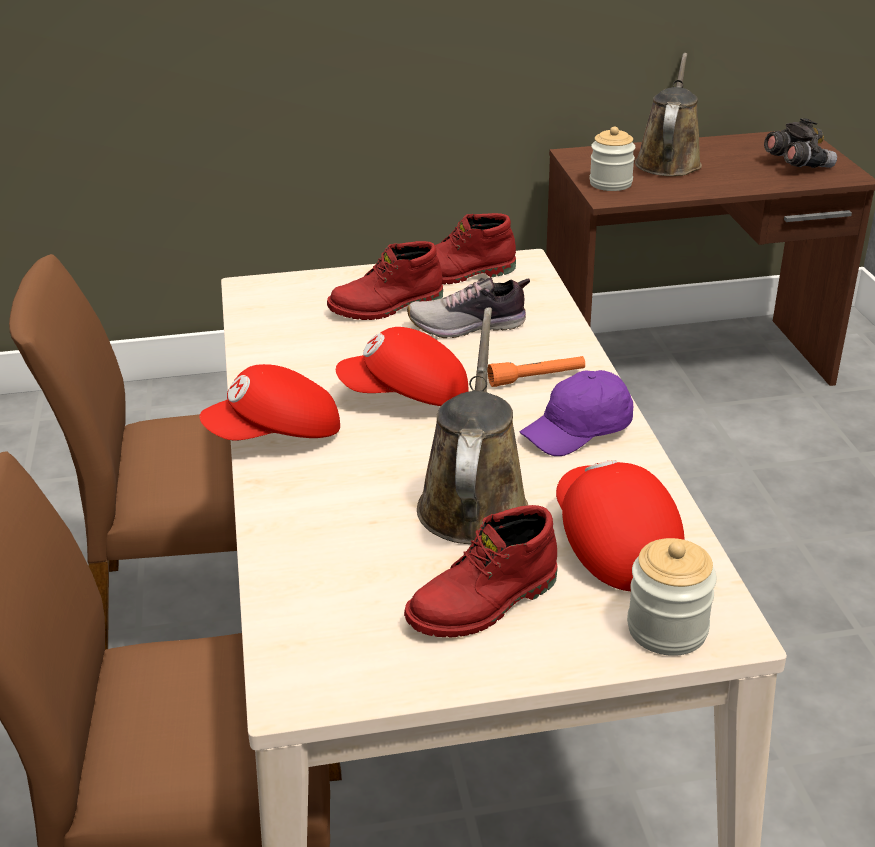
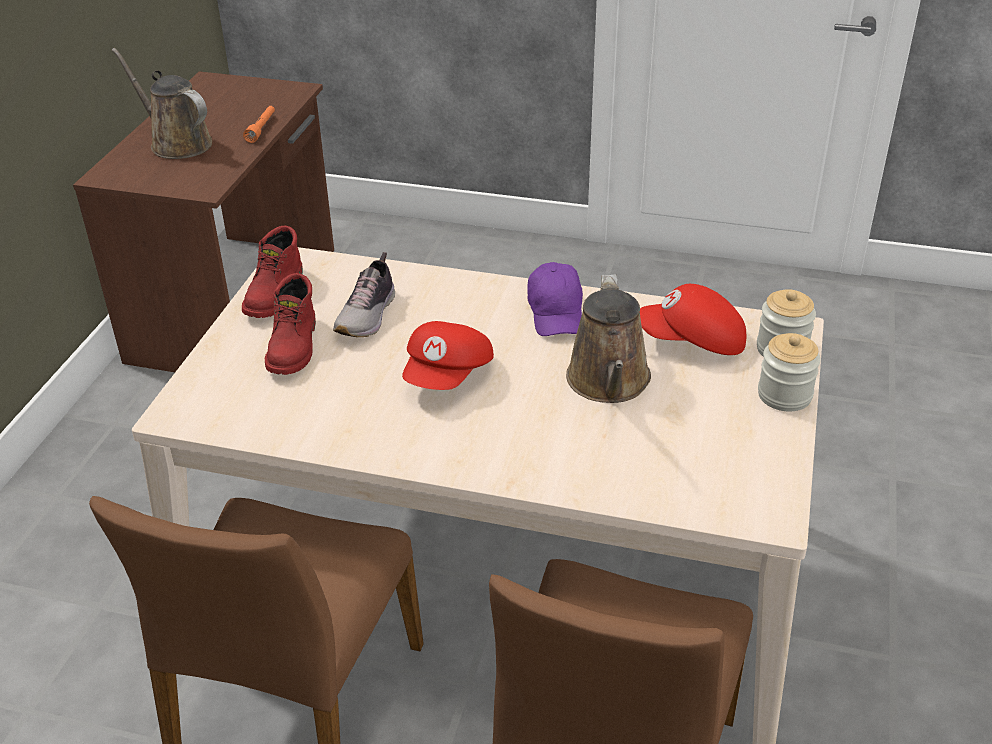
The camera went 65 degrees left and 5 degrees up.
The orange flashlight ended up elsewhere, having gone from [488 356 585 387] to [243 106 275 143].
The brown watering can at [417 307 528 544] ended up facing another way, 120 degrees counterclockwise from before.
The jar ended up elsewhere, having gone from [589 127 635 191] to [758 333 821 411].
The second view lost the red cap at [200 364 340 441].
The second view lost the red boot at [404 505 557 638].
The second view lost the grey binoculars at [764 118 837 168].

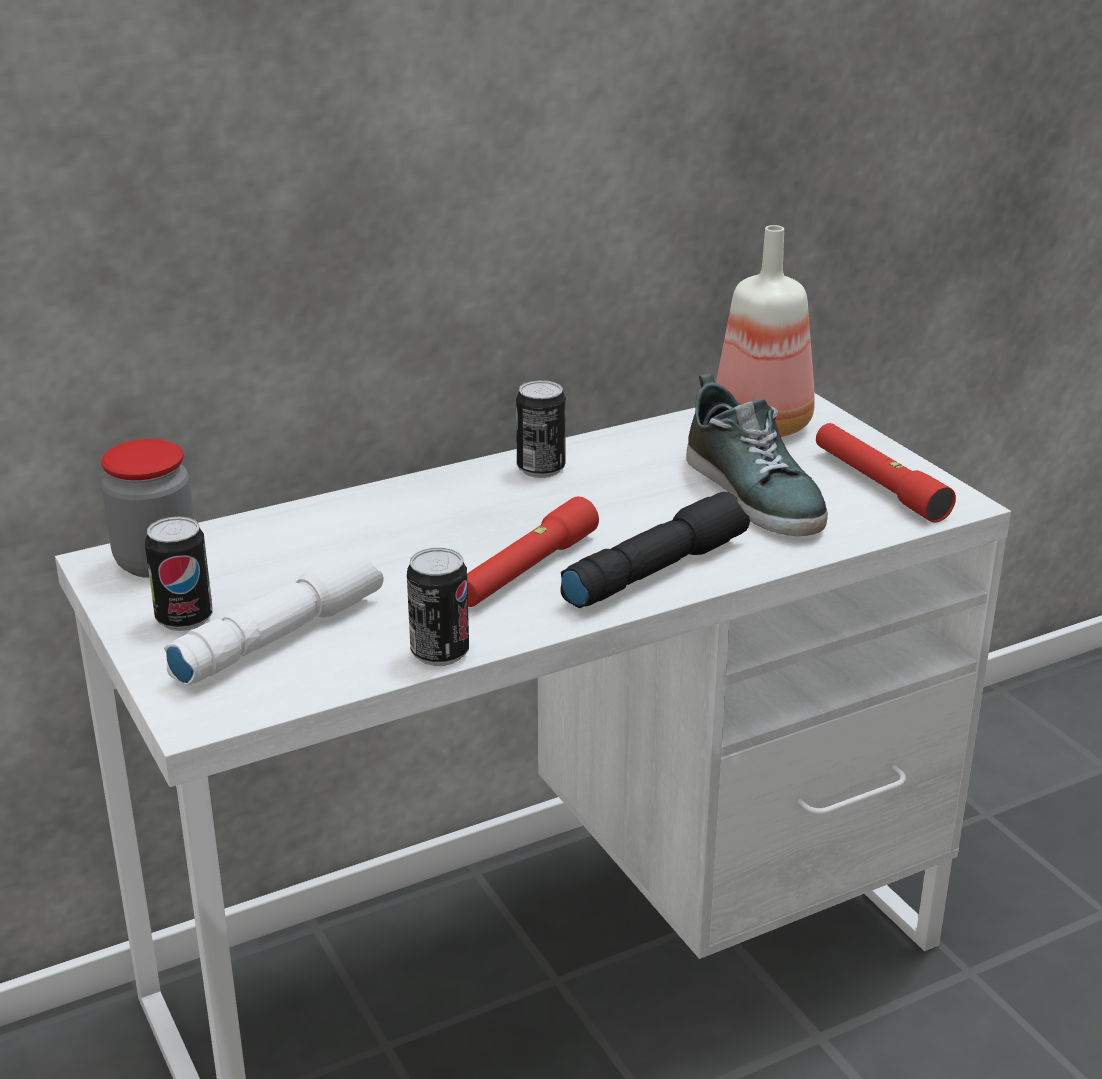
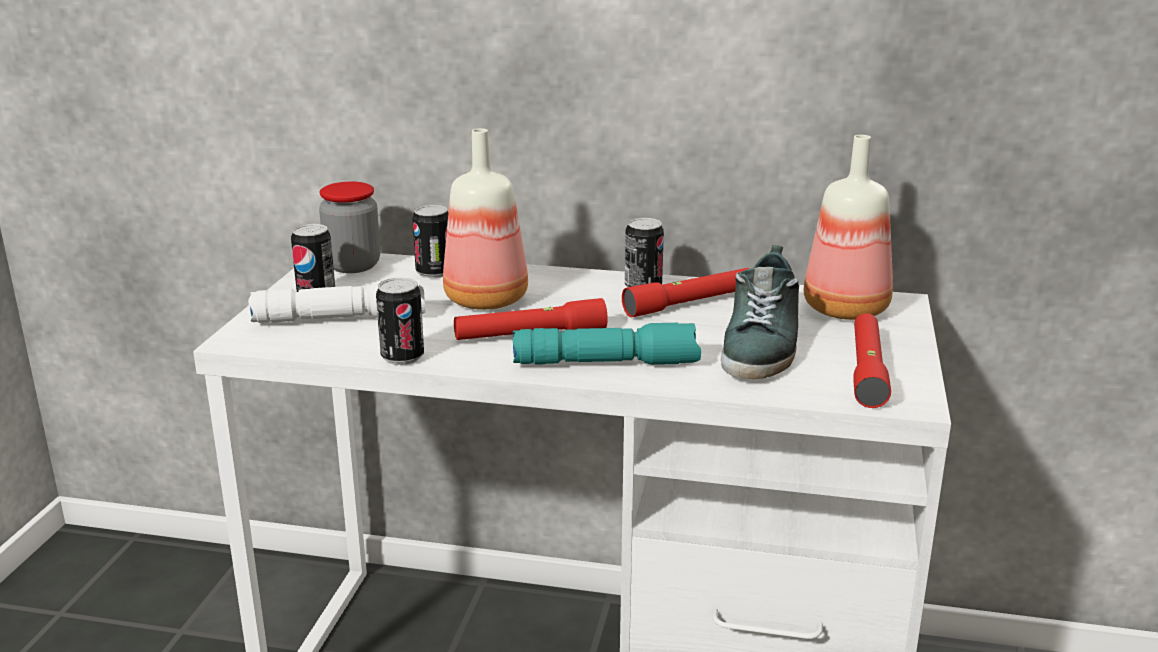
The camera went 40 degrees right and 5 degrees down.
The second view gained the can at [412 205 448 278].
The second view gained the bottle at [443 128 528 310].
What was the black flashlight at [561 492 750 608] turned into the turquoise flashlight at [513 323 701 365].
The second view gained the red flashlight at [622 268 750 317].

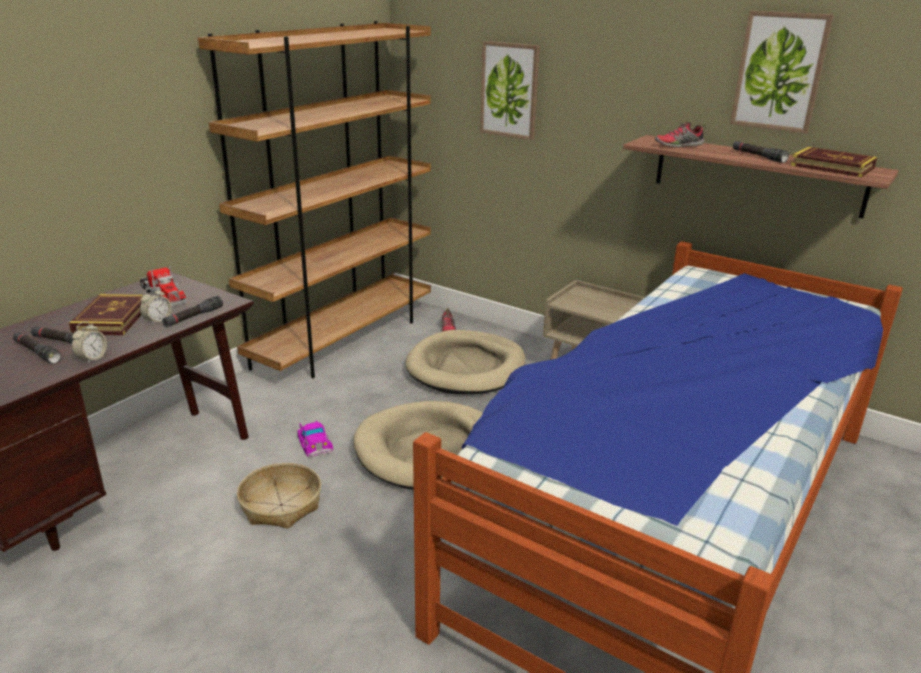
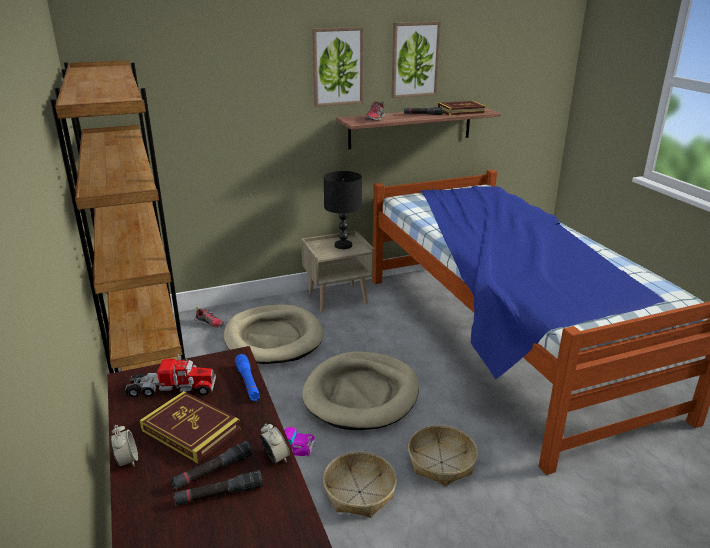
The camera went 55 degrees left and 0 degrees up.
The alarm clock ended up elsewhere, having gone from [140 287 172 325] to [110 425 138 467].
What was the black flashlight at [162 296 223 327] turned into the blue flashlight at [235 354 260 401].
The picture ended up elsewhere, having gone from [480 41 540 140] to [312 27 363 107].
The second view gained the black table lamp at [324 171 362 249].
The second view gained the basket at [408 425 478 486].

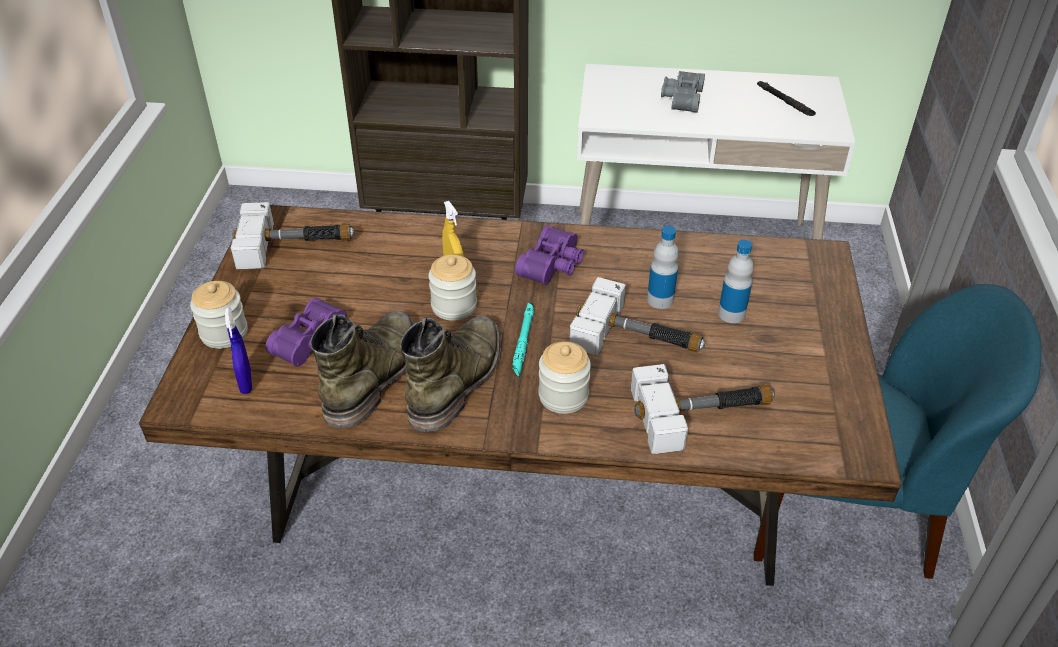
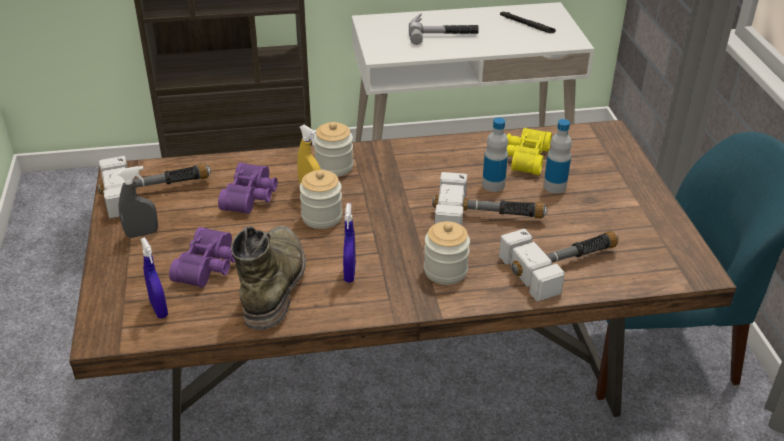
The camera went 15 degrees left and 5 degrees down.
The second view gained the grey spray bottle at [118 166 158 238].
The purple binoculars ended up elsewhere, having gone from [515 225 584 285] to [218 163 278 214].
The jar ended up elsewhere, having gone from [190 281 248 349] to [314 122 353 177].
Where the green boot stood at [400 316 501 432], the blue spray bottle came to stand at [343 203 356 283].
Where the grey binoculars stood at [661 71 705 113], the hammer came to stand at [409 14 479 45].
The second view gained the yellow binoculars at [507 128 552 175].
The second view lost the turquoise flashlight at [512 303 534 377].

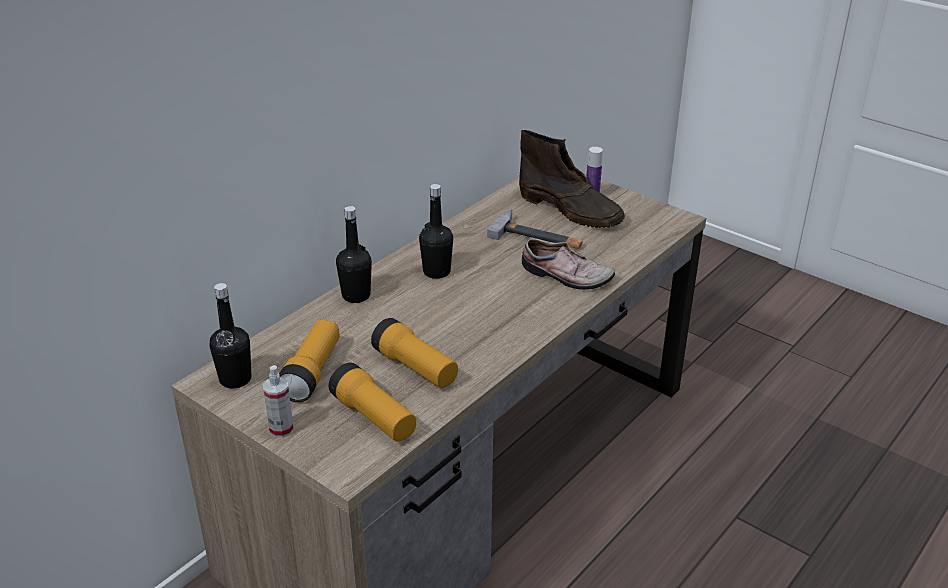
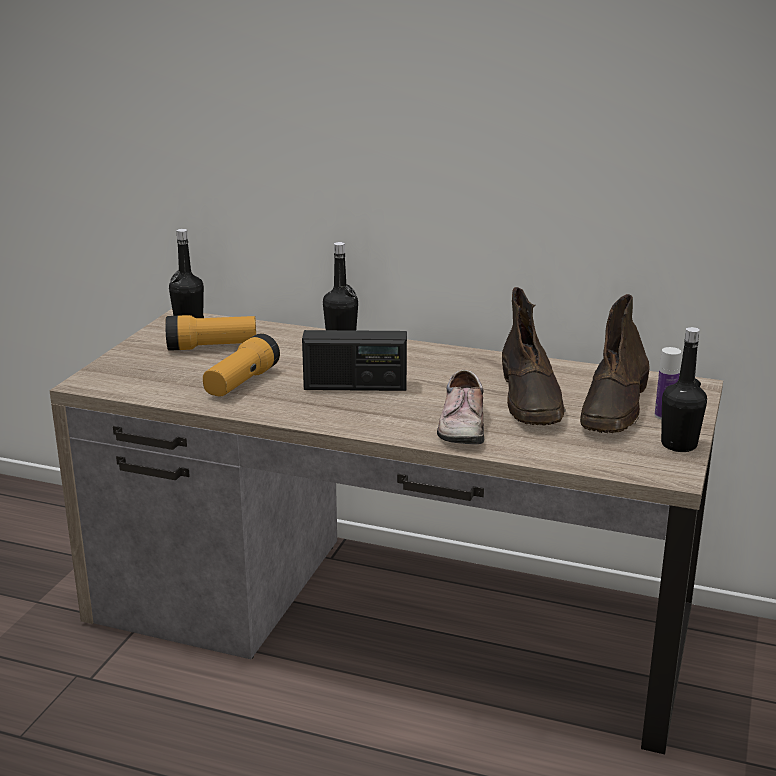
The camera went 70 degrees right and 10 degrees down.
The second view gained the radio at [302 330 407 391].
Where the hammer stood at [487 210 583 249], the brown boot came to stand at [502 287 566 425].
The black bottle ended up elsewhere, having gone from [419 184 453 279] to [661 327 707 452].
The second view lost the spray bottle at [263 365 294 438].
The second view lost the flashlight at [329 363 416 442].

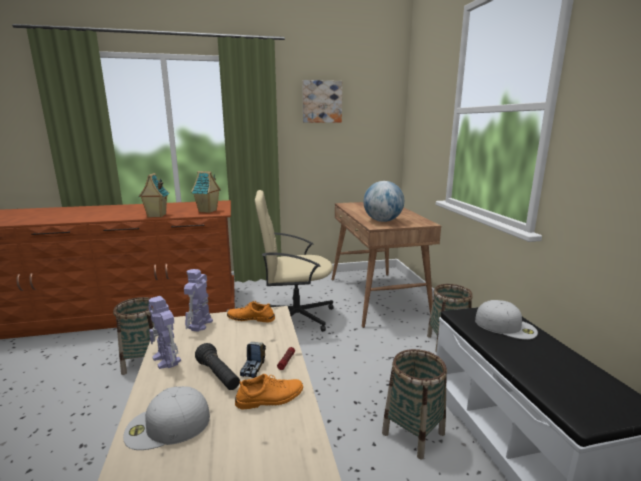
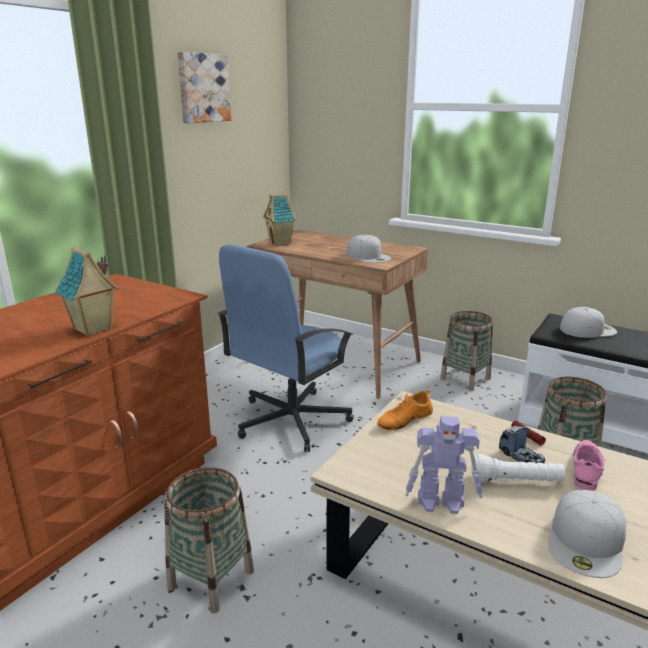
The camera went 45 degrees left and 5 degrees up.
What was the beige office chair at [255 190 334 332] turned into the blue office chair at [218 244 354 452].
The toy house ended up elsewhere, having gone from [191 171 221 213] to [263 193 296 246].
Where the globe stood at [363 181 404 222], the white cap came to stand at [346 235 391 263].
What was the black flashlight at [195 343 240 390] turned into the white flashlight at [472 454 565 483].
What was the orange shoe at [235 374 303 410] turned into the pink shoe at [573 440 606 490].
The second view lost the toy robot at [184 269 213 332].

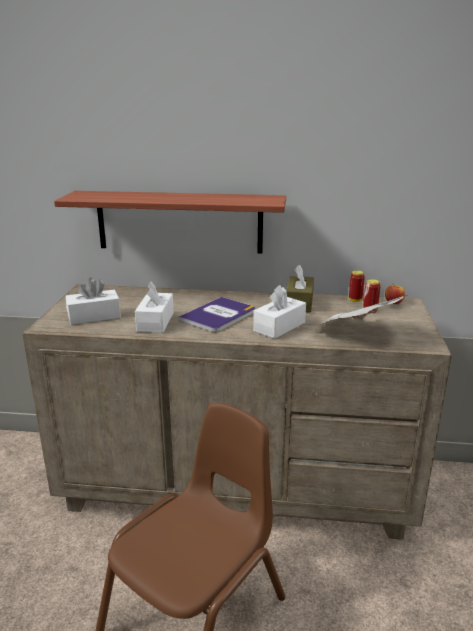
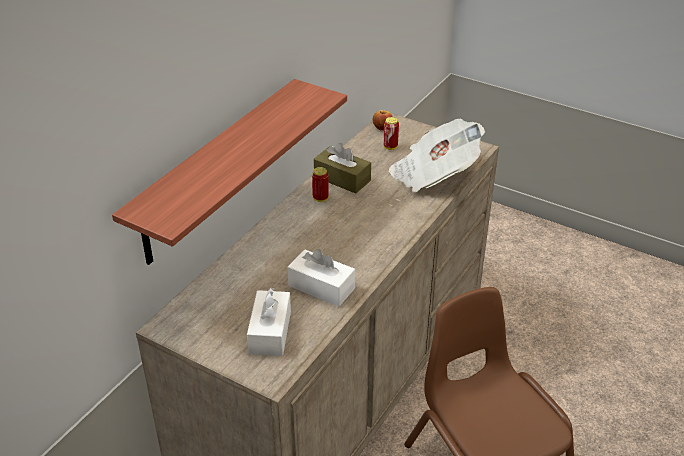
The camera went 65 degrees left and 15 degrees up.
The can ended up elsewhere, having gone from [349 270 365 302] to [312 167 329 202].
The second view lost the book at [179 297 255 332].
The second view lost the white tissue box at [253 285 306 339].

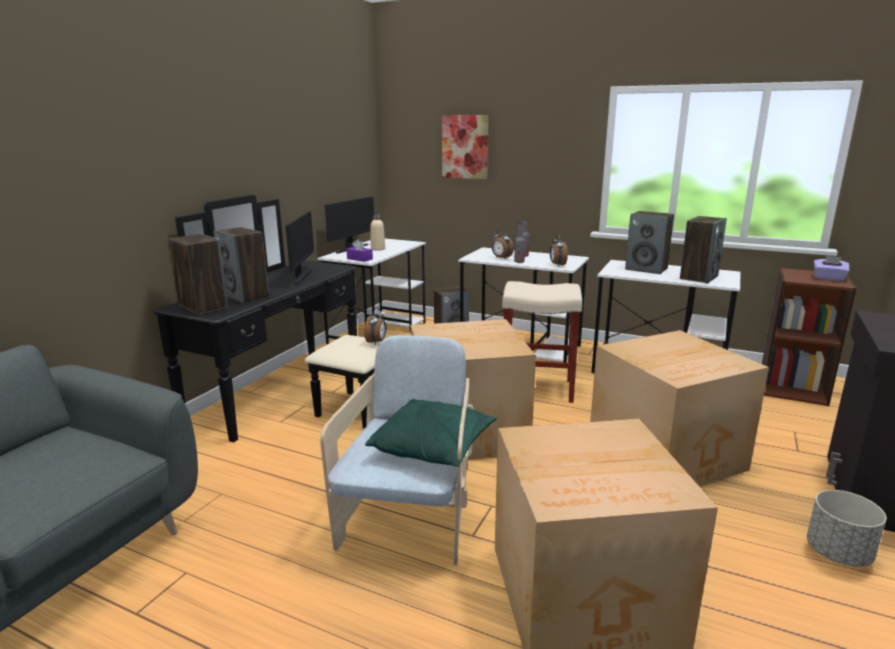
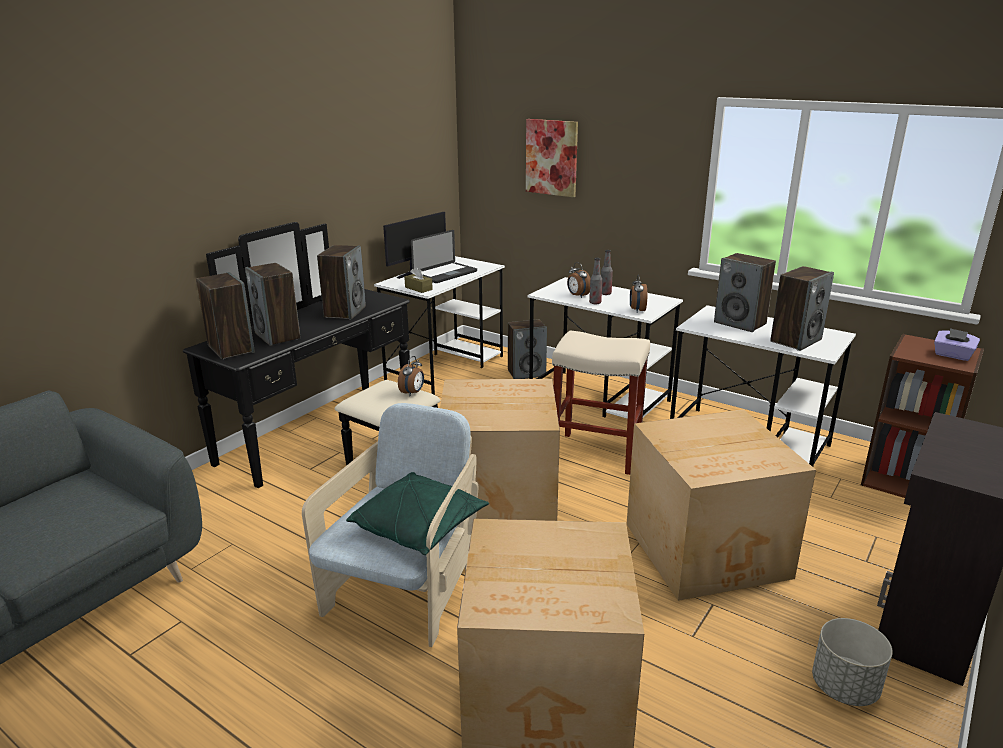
The camera went 10 degrees right and 5 degrees up.
Where the monitor stood at [286 211 314 284], the speaker came to stand at [317 245 366 320].
What was the purple tissue box at [347 239 373 262] turned into the brown tissue box at [404 267 433 293].
Where the beige bottle stood at [370 215 385 251], the laptop came to stand at [411 230 477 283].

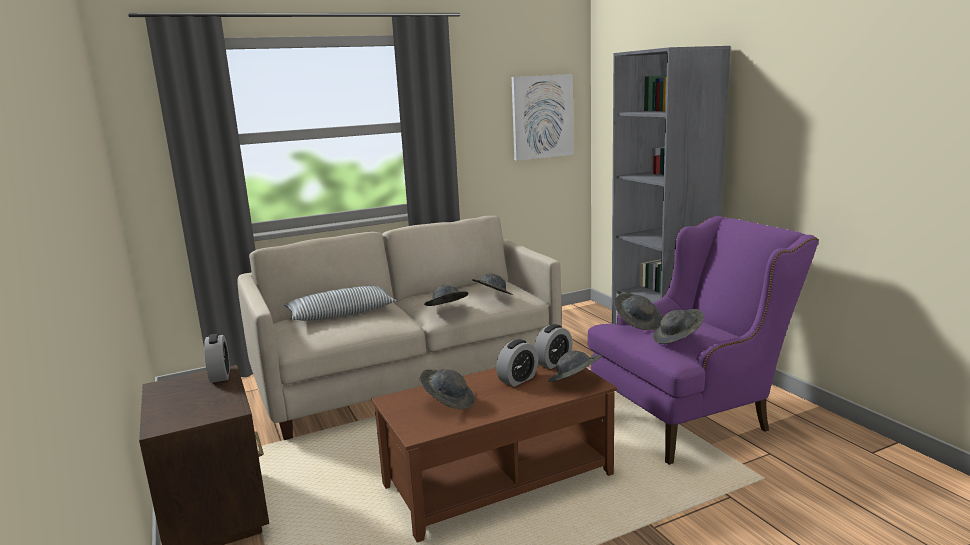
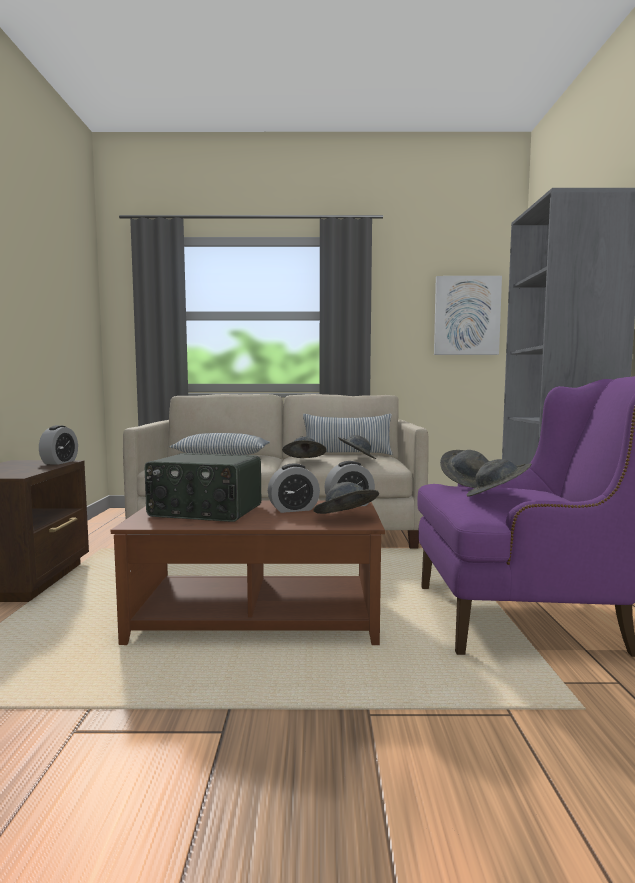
The camera went 25 degrees right and 10 degrees down.
Where the grey hat stood at [420 369 475 409], the radio came to stand at [145 453 261 522].
The second view gained the pillow at [303 414 392 455].

